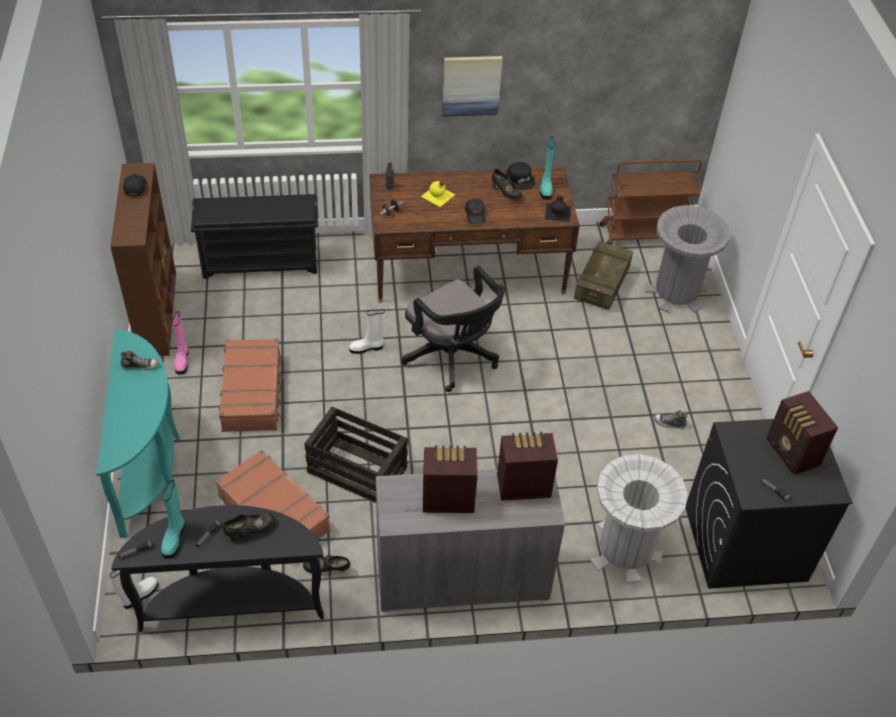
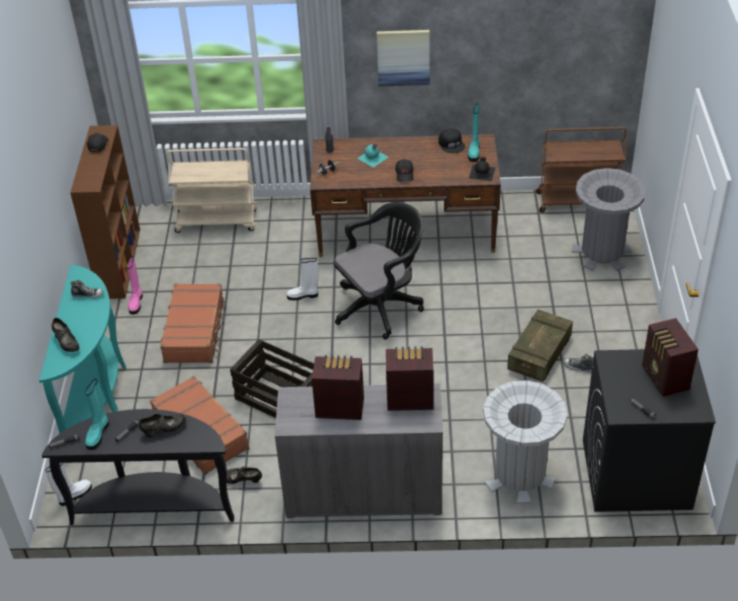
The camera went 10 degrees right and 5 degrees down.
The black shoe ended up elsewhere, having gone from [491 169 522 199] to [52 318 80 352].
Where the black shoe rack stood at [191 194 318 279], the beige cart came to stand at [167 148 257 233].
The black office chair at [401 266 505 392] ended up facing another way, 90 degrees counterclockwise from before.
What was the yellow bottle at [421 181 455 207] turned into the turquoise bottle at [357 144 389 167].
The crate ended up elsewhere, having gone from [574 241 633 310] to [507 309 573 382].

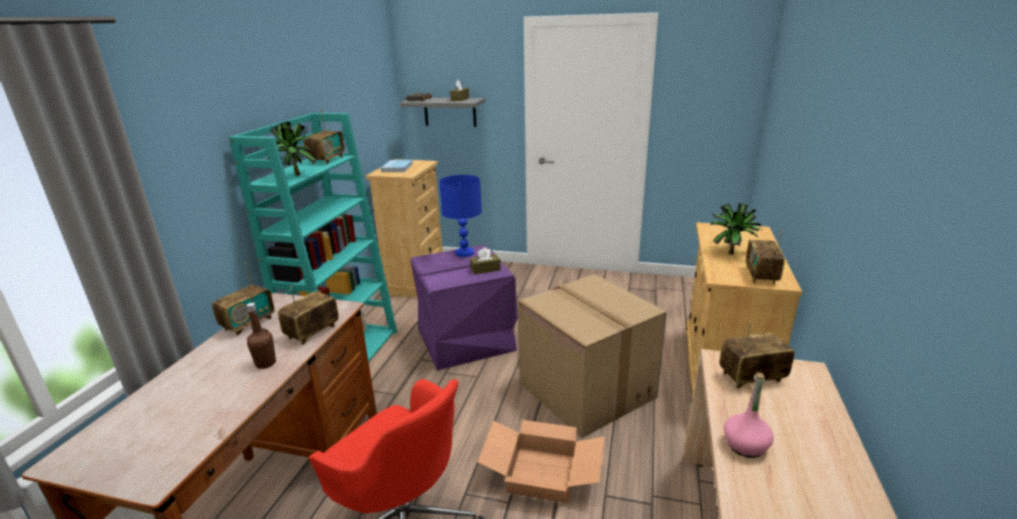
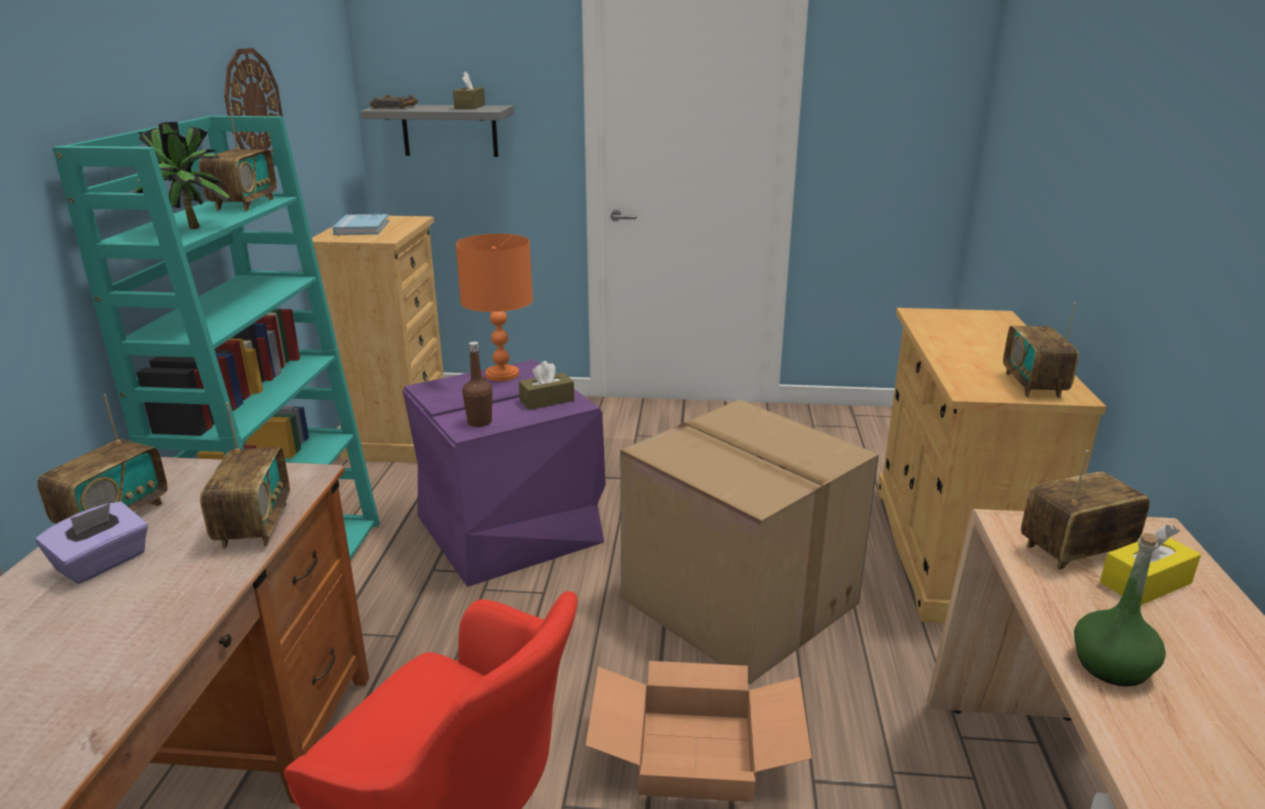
The camera went 10 degrees left and 0 degrees up.
The second view gained the purple tissue box at [35 501 148 584].
The radio at [278 286 339 345] ended up facing another way, 150 degrees clockwise from before.
The second view gained the wall clock at [224 48 283 153].
What was the blue table lamp at [439 175 482 257] turned into the orange table lamp at [456 234 533 381].
The brown bottle ended up elsewhere, having gone from [247 303 276 369] to [462 342 492 427].
What was the pink bottle at [724 372 774 458] turned into the green bottle at [1074 533 1166 687].
The second view gained the yellow tissue box at [1100 525 1201 605].
The second view lost the potted plant at [710 203 762 255].

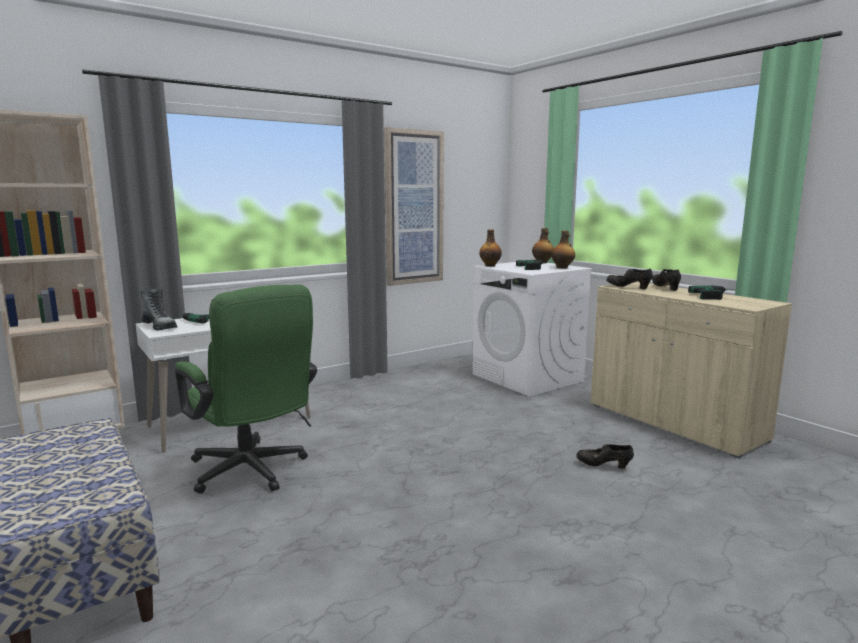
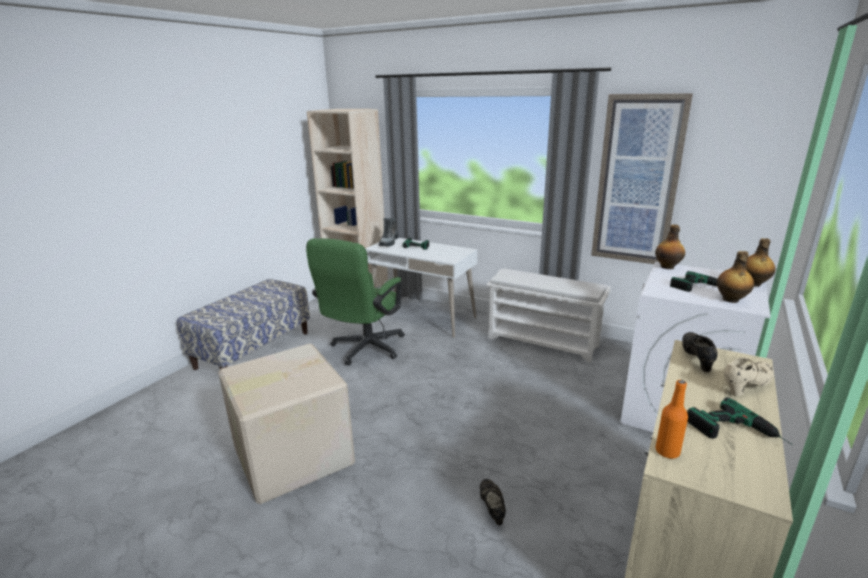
The camera went 65 degrees right and 10 degrees up.
The second view gained the cardboard box at [218 343 355 504].
The second view gained the white shoe rack at [486 268 611 362].
The second view gained the orange bottle at [656 380 688 459].
What was the black shoe at [652 269 681 291] turned into the beige shoe at [724 357 774 396].

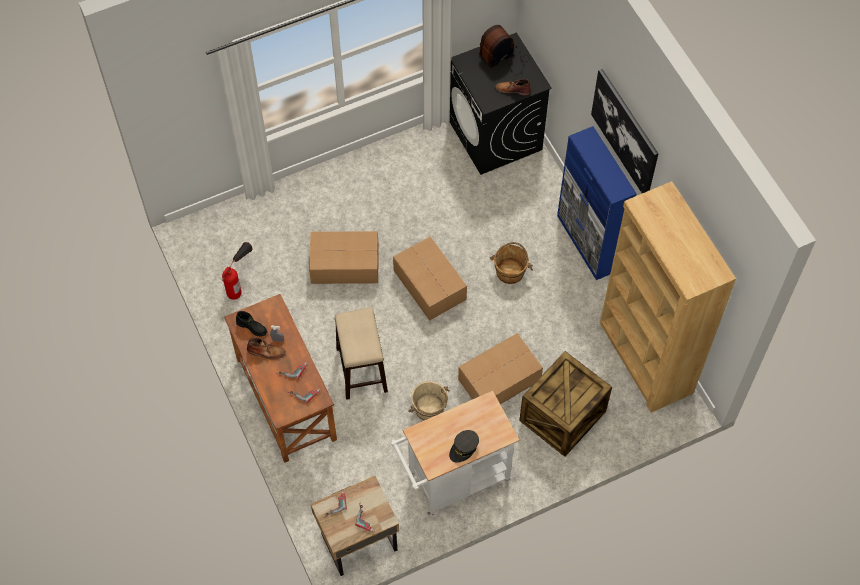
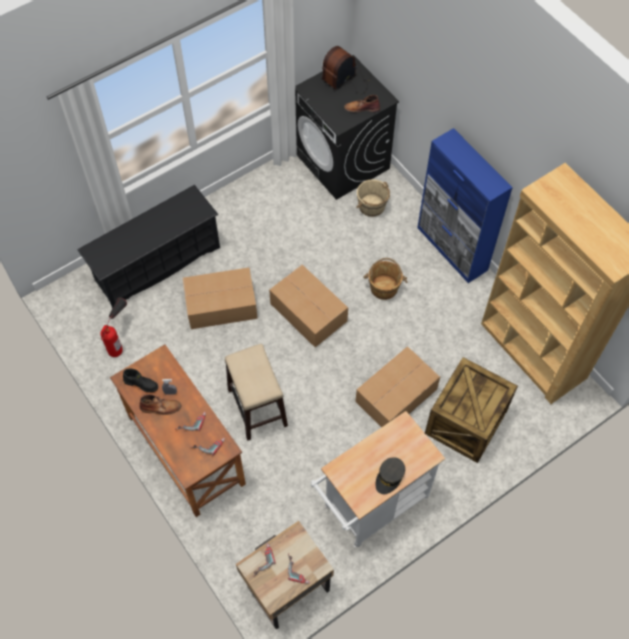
The camera went 10 degrees left and 0 degrees up.
The second view gained the black shoe rack at [77 185 220 308].
The beige bucket ended up elsewhere, having gone from [408 381 450 420] to [356 179 390 217].
The second view lost the picture at [591 69 658 193].

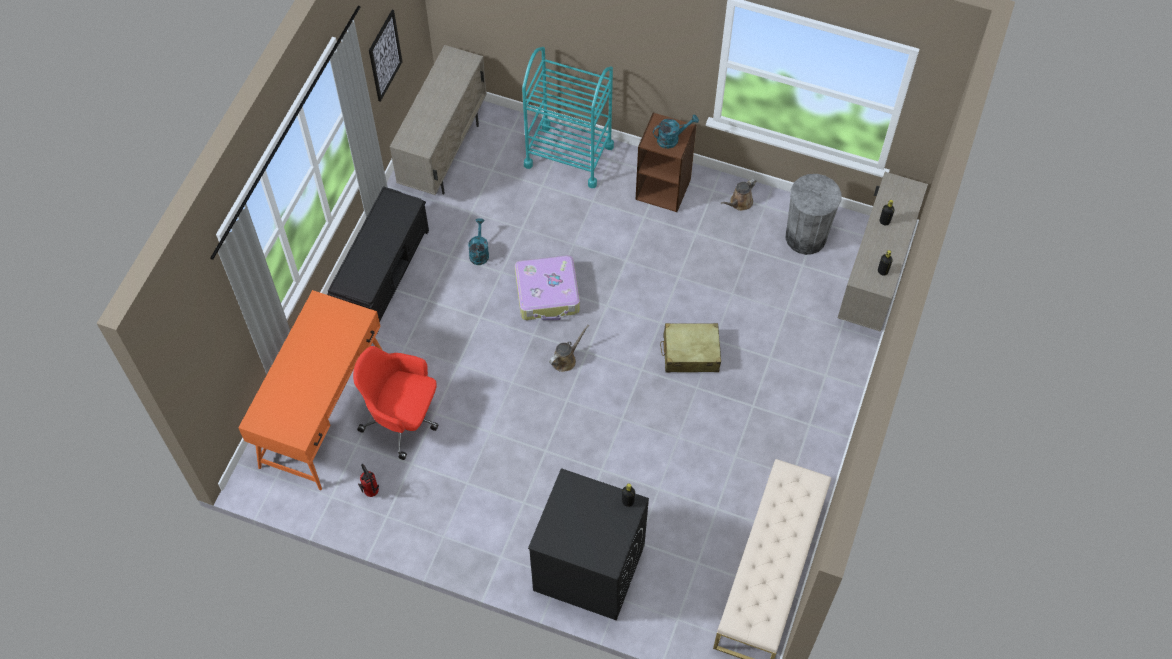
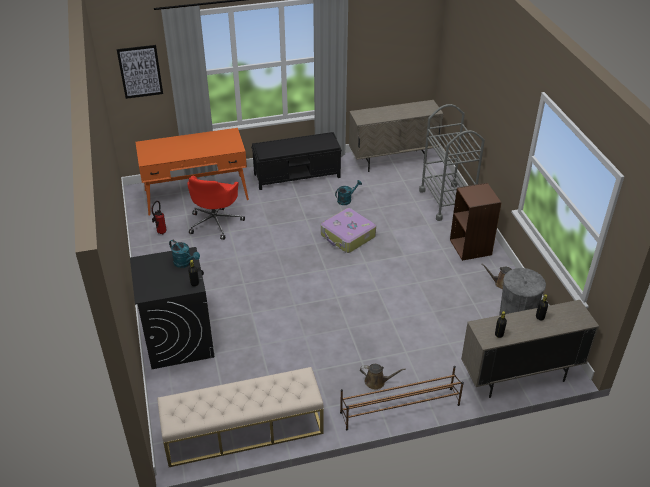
The camera went 55 degrees right and 20 degrees down.
The picture ended up elsewhere, having gone from [369 10 402 102] to [117 45 163 99].
The turquoise watering can ended up elsewhere, having gone from [653 115 699 149] to [169 240 200 268].
The red office chair at [353 346 438 460] ended up facing another way, 150 degrees counterclockwise from before.
The second view gained the brown shoe rack at [340 366 464 430].
The brown watering can ended up elsewhere, having gone from [549 325 589 372] to [360 364 405 390].
What was the turquoise cart at [522 47 614 188] turned into the grey cart at [419 104 485 221].
The second view lost the beige suitcase at [660 323 721 372].

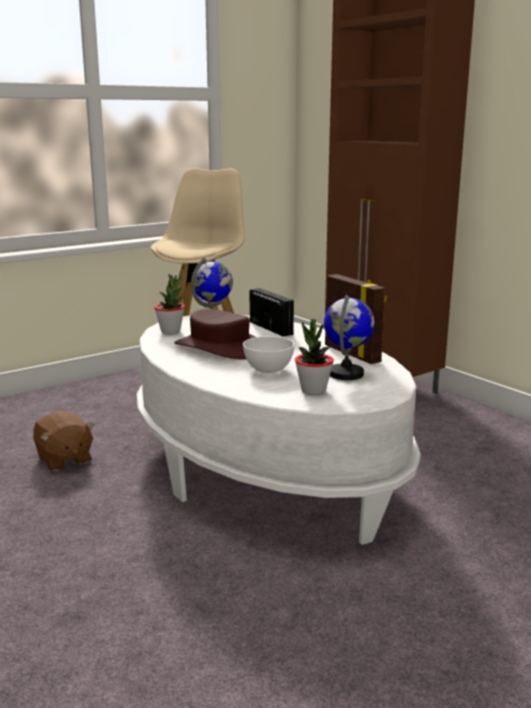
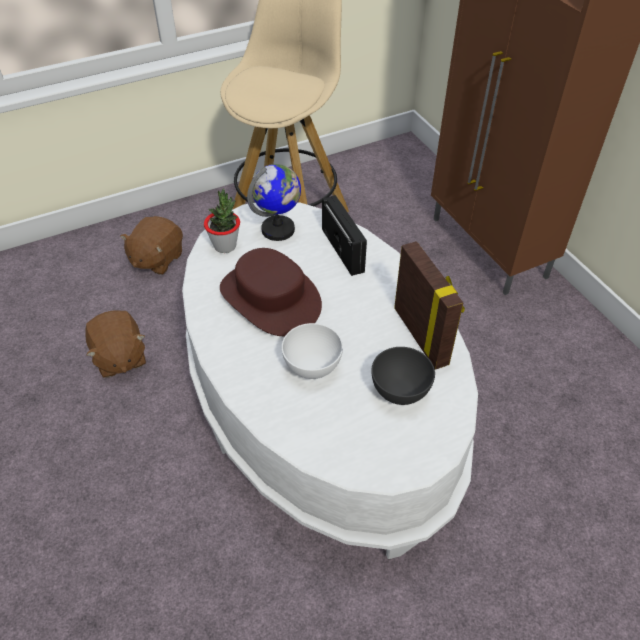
The camera went 10 degrees right and 30 degrees up.
The second view gained the brown plush toy at [120 216 183 275].
Where the globe stood at [324 295 374 380], the grey bowl came to stand at [371 347 435 405].
The second view lost the potted plant at [295 319 334 395].

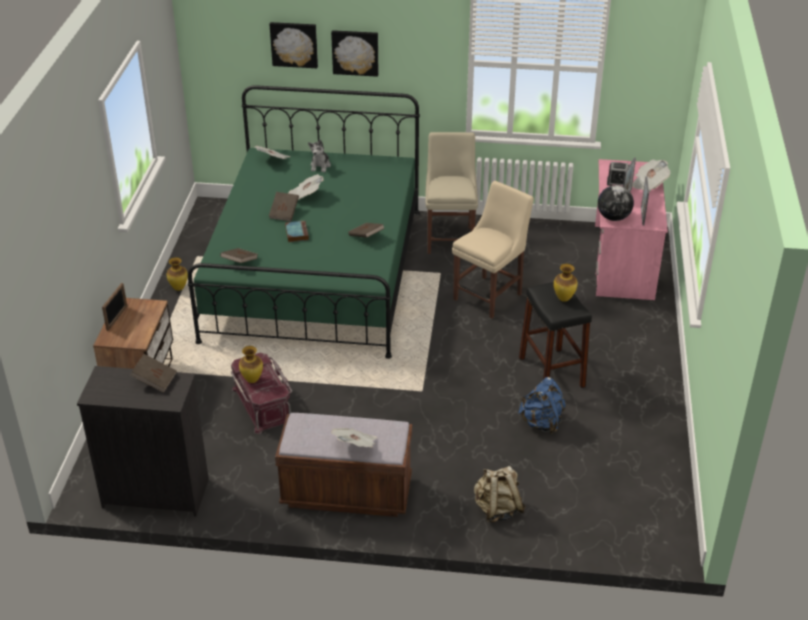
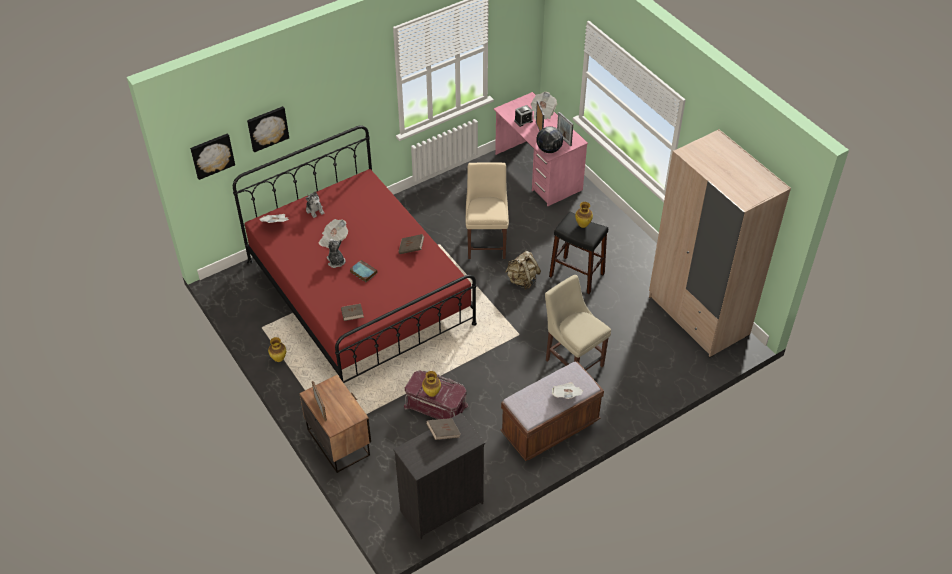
The camera went 40 degrees left and 10 degrees up.
The picture ended up elsewhere, having gone from [331 30 379 77] to [190 133 235 180].
What was the green bed at [188 85 420 359] turned into the red bed at [233 125 477 383].
Where the brown book stood at [269 192 299 221], the plush toy came to stand at [327 239 346 268].
The beige backpack ended up elsewhere, having gone from [474 466 526 523] to [505 251 541 290].
The beige chair ended up elsewhere, having gone from [425 132 478 254] to [545 275 611 370].
The second view gained the beige wardrobe at [649 129 791 358].
The second view lost the blue backpack at [518 377 566 434].

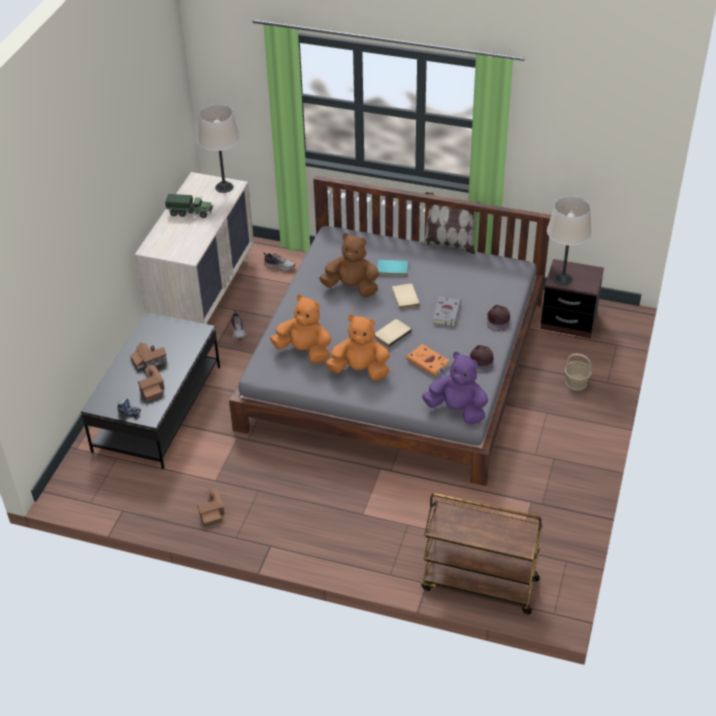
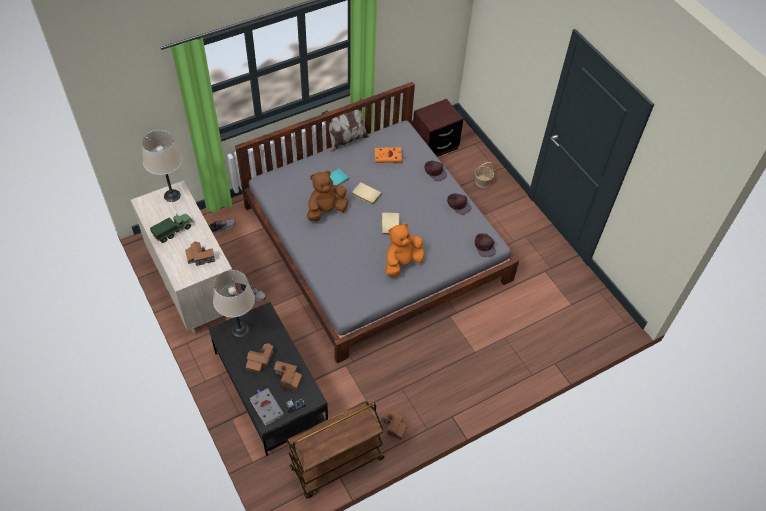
The camera went 50 degrees left and 10 degrees up.
The second view gained the toy house at [185 241 215 266].
The beige table lamp ended up elsewhere, having gone from [547 196 592 285] to [213 270 255 337].
The grey book ended up elsewhere, having gone from [433 296 462 326] to [249 388 285 426].
The brown cart ended up elsewhere, having gone from [421 493 543 614] to [287 401 384 499].
The orange book ended up elsewhere, having gone from [406 344 450 377] to [375 147 407 163].
Where the purple plush toy stood at [422 352 488 424], the brown cap came to stand at [475 233 496 257].
The second view lost the orange plush toy at [270 295 331 364].

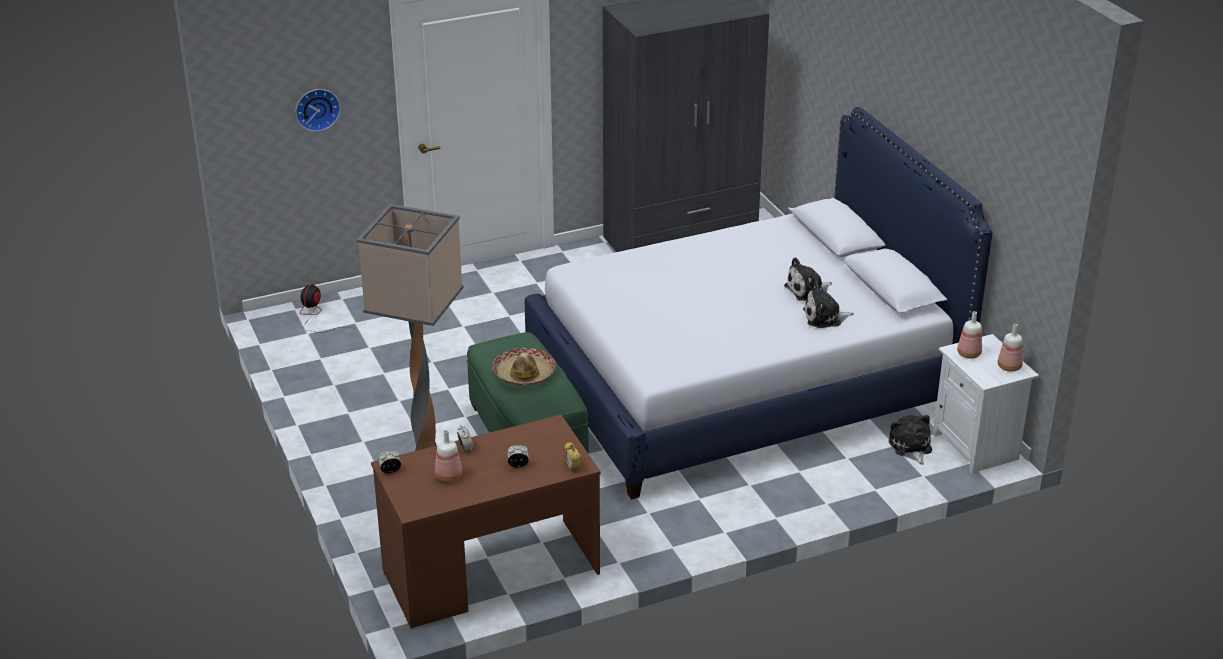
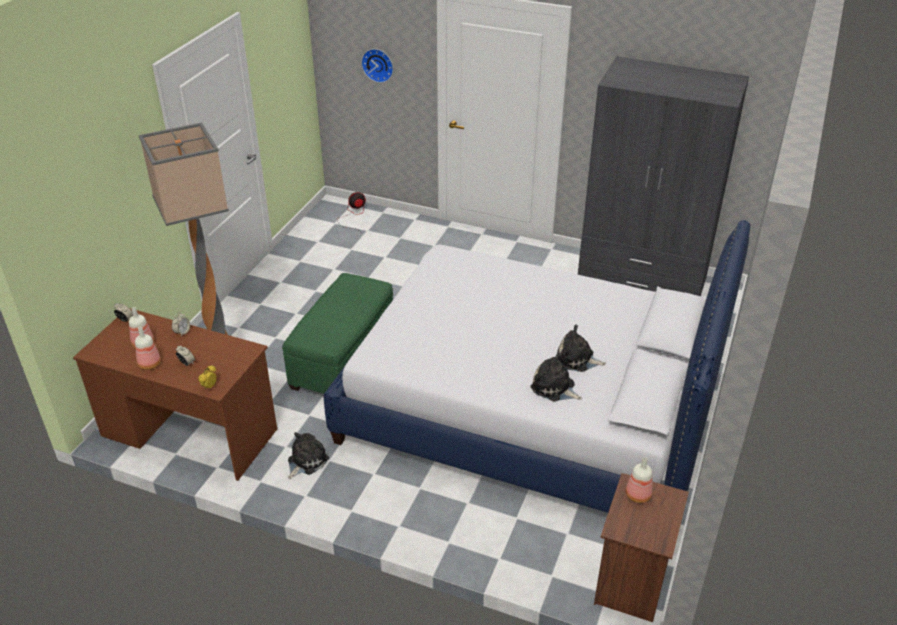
The camera went 45 degrees right and 5 degrees up.
The bottle ended up elsewhere, having gone from [998 324 1023 372] to [135 327 161 370].
The plush toy ended up elsewhere, having gone from [889 415 932 465] to [288 432 329 479].
What was the white nightstand at [933 334 1039 474] turned into the brown nightstand at [594 473 689 622].
The second view lost the hat at [493 348 556 386].

